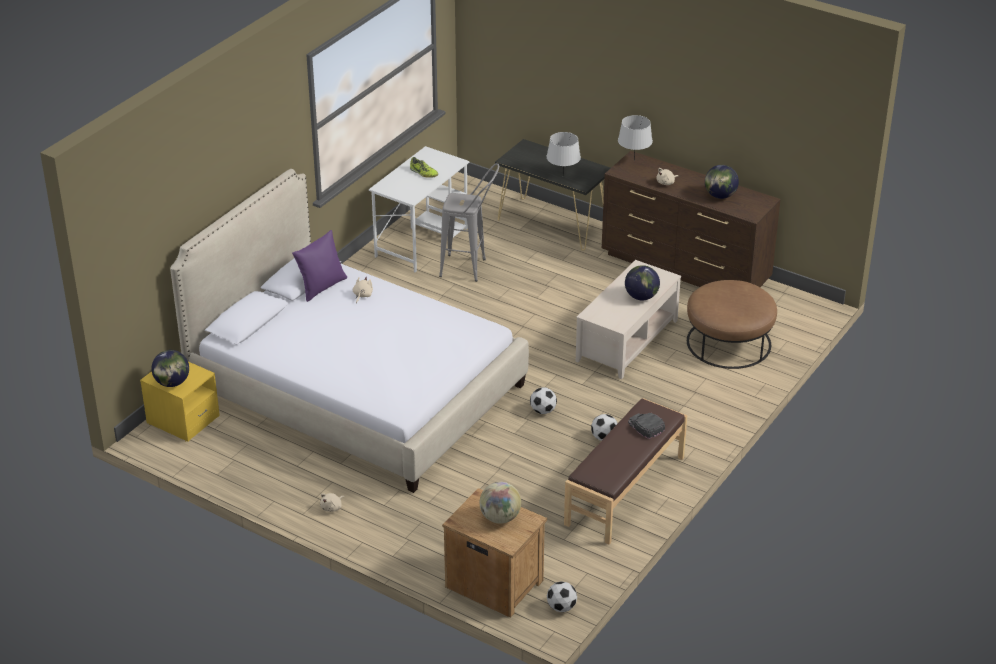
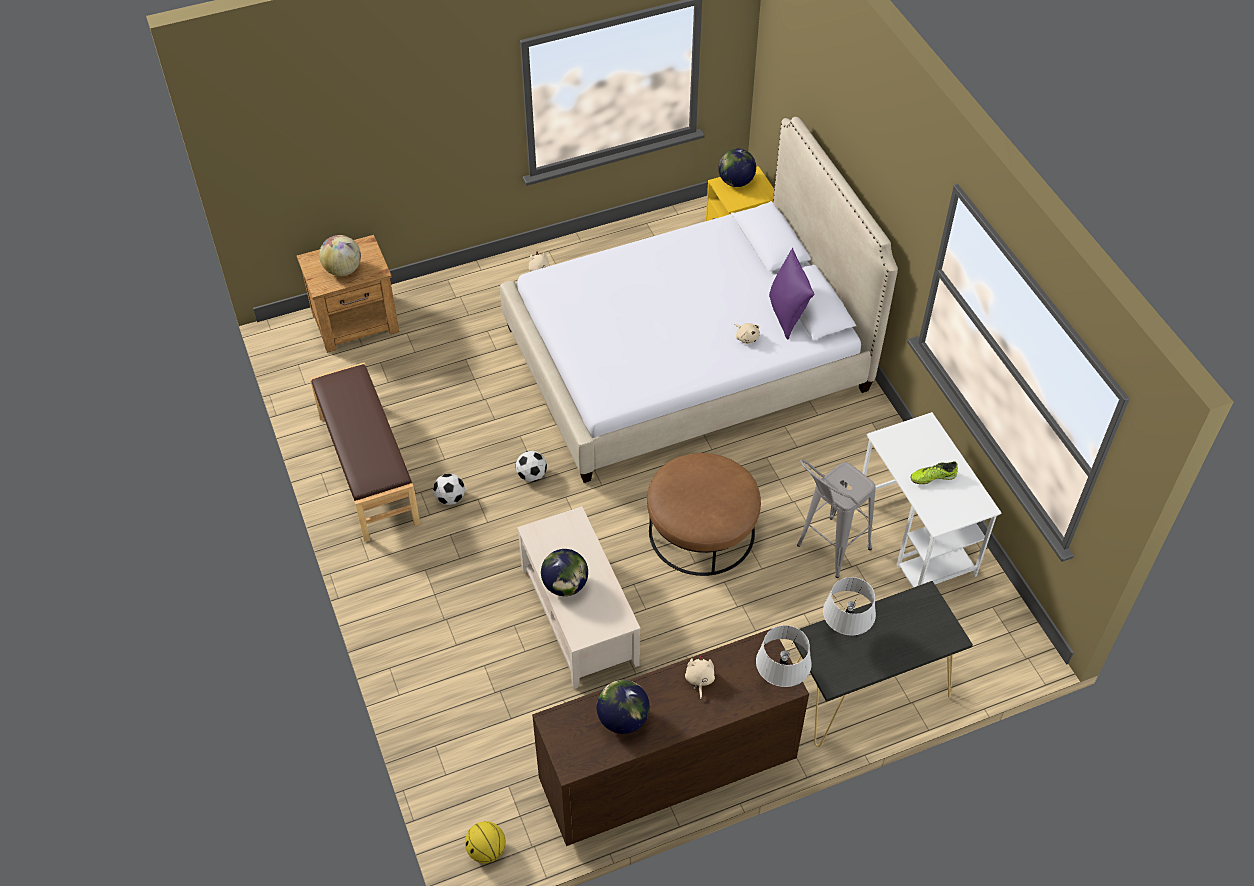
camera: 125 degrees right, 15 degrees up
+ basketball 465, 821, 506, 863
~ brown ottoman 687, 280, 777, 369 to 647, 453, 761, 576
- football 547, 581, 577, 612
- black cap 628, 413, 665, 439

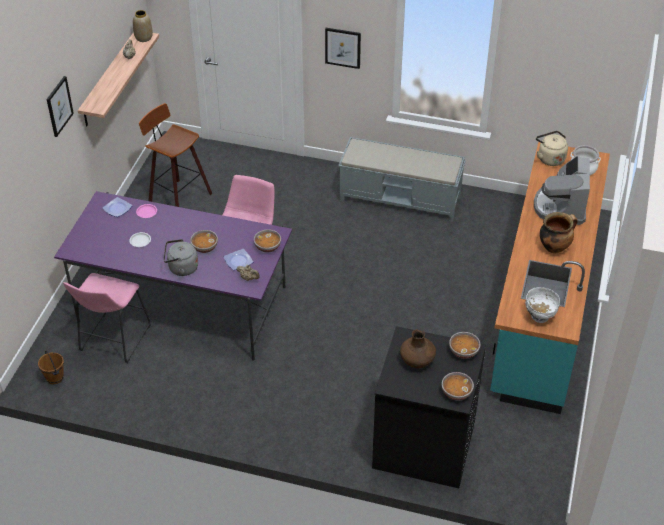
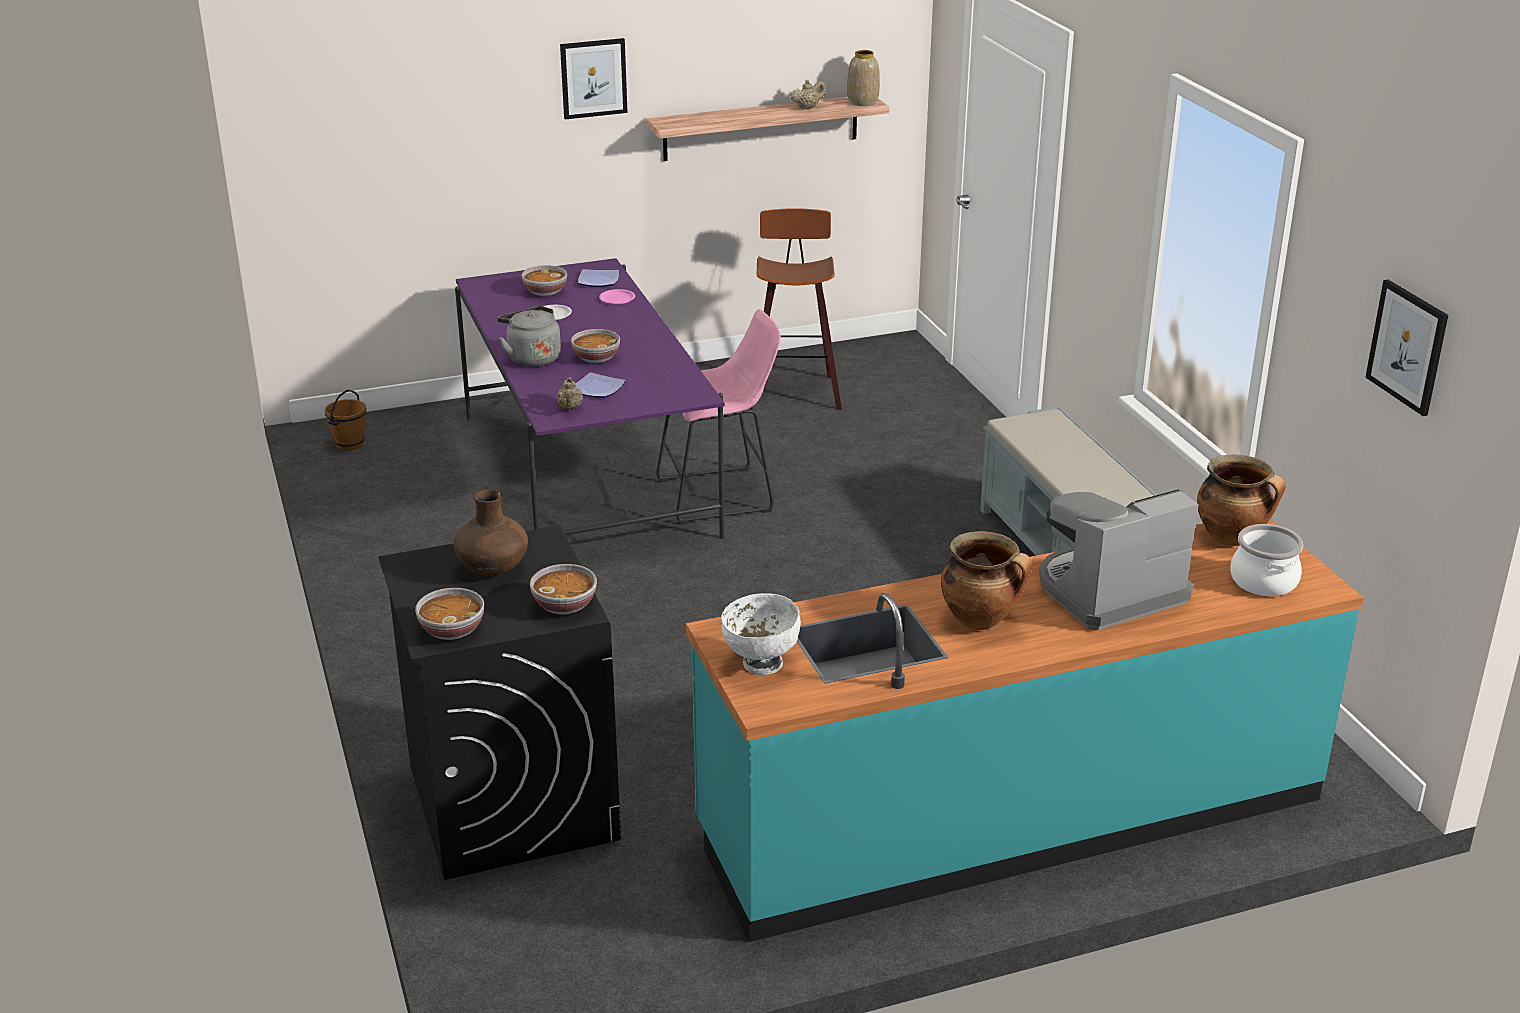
camera: 55 degrees right, 15 degrees down
~ bowl 254, 229, 281, 253 to 522, 265, 567, 296
~ beige kettle 536, 131, 568, 166 to cooking pot 1197, 455, 1285, 546
~ picture 325, 28, 361, 69 to 1365, 279, 1448, 416
- pink stool 63, 273, 151, 363

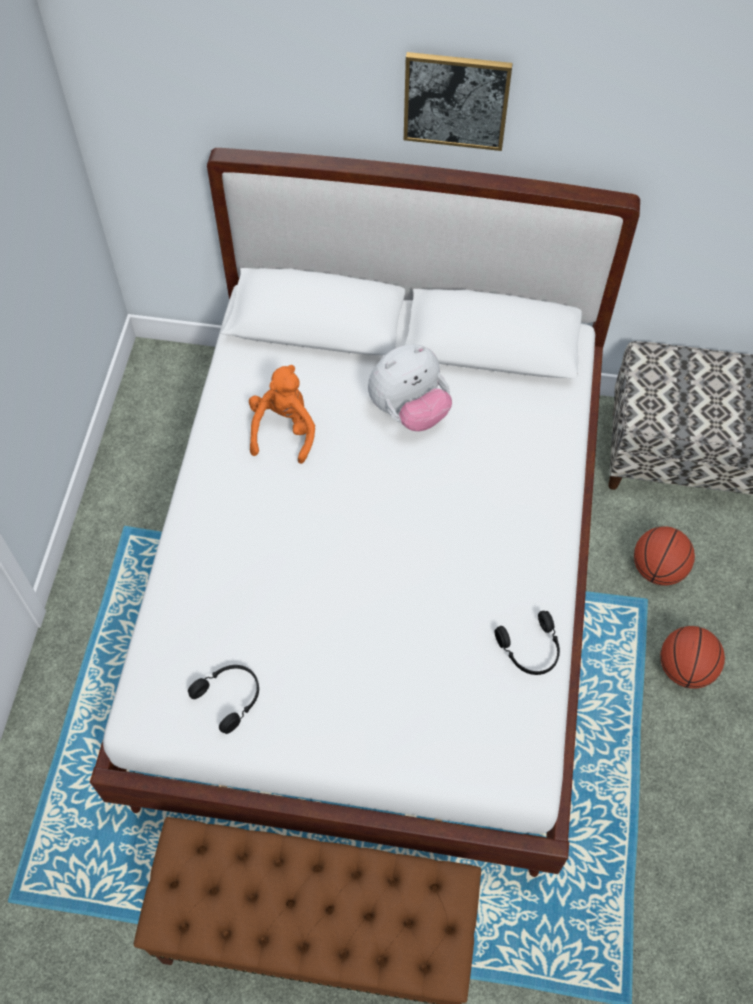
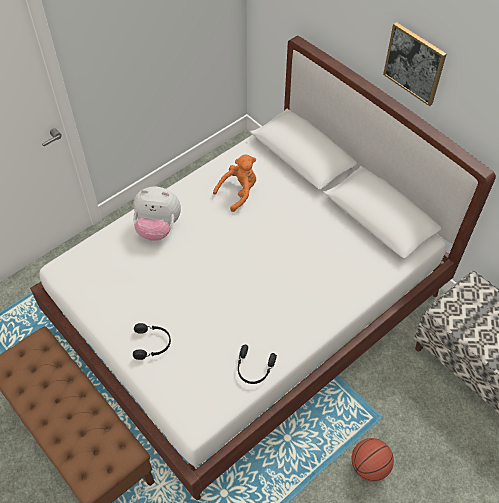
camera: 40 degrees right, 5 degrees down
~ plush toy 368, 345, 452, 431 to 133, 186, 181, 241
~ black headphones 188, 665, 259, 734 to 133, 323, 171, 360
- basketball 634, 526, 695, 585

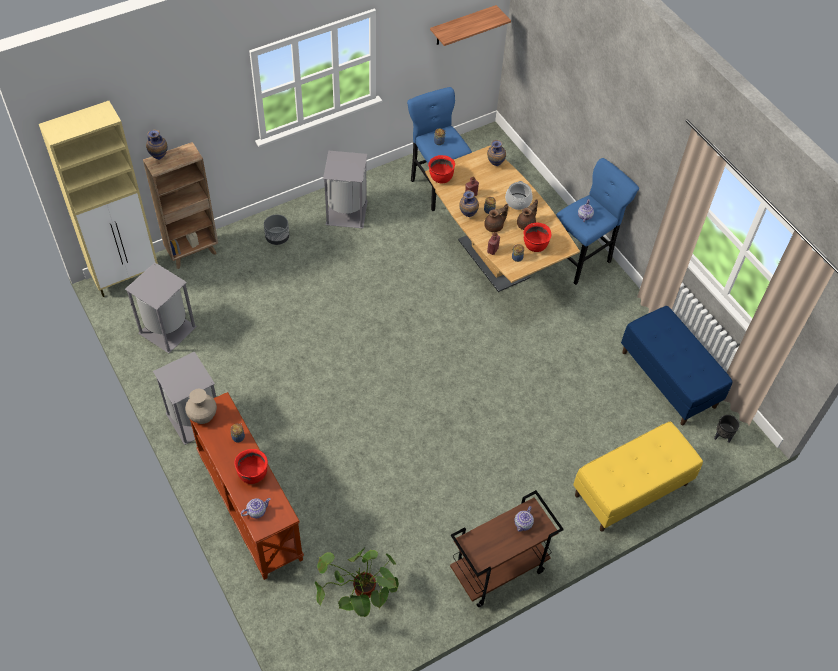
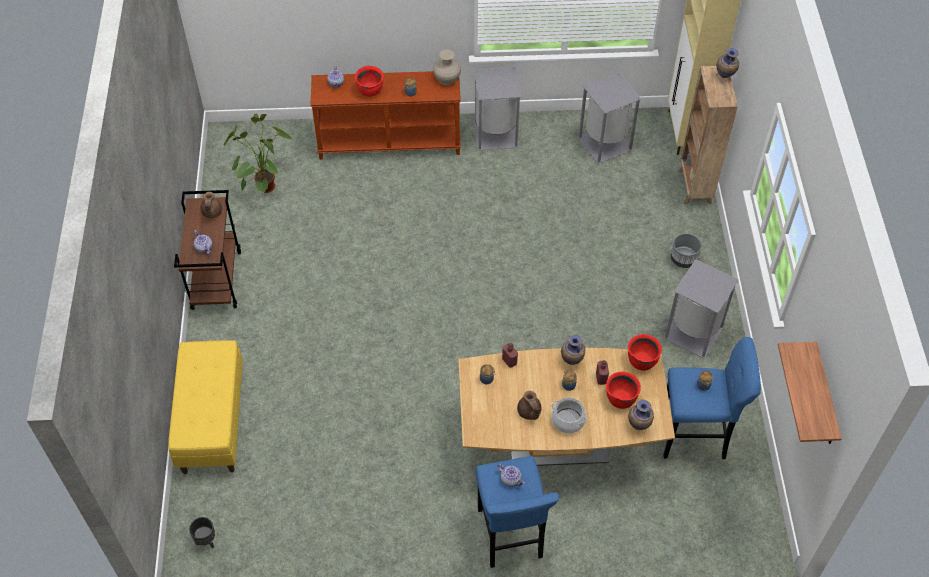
camera: 120 degrees right, 0 degrees up
~ brown teapot 484, 204, 508, 232 to 200, 192, 222, 218
~ red cooking pot 523, 222, 552, 252 to 606, 372, 641, 409
- blue bench 621, 306, 733, 425

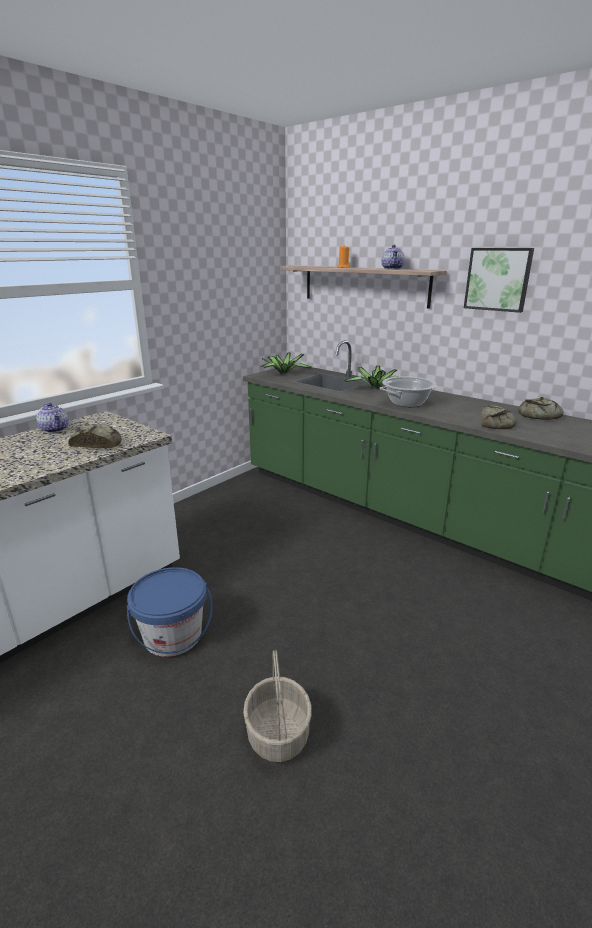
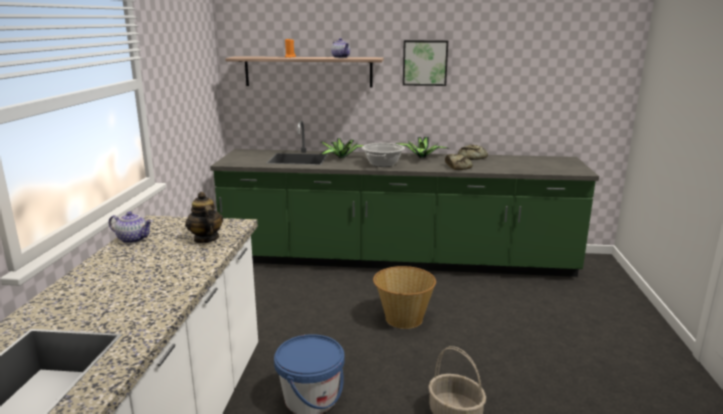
camera: 35 degrees left, 5 degrees down
~ bread 68, 425, 122, 448 to teapot 185, 192, 223, 244
+ basket 373, 266, 436, 329
~ potted plant 261, 353, 311, 374 to 396, 137, 449, 158

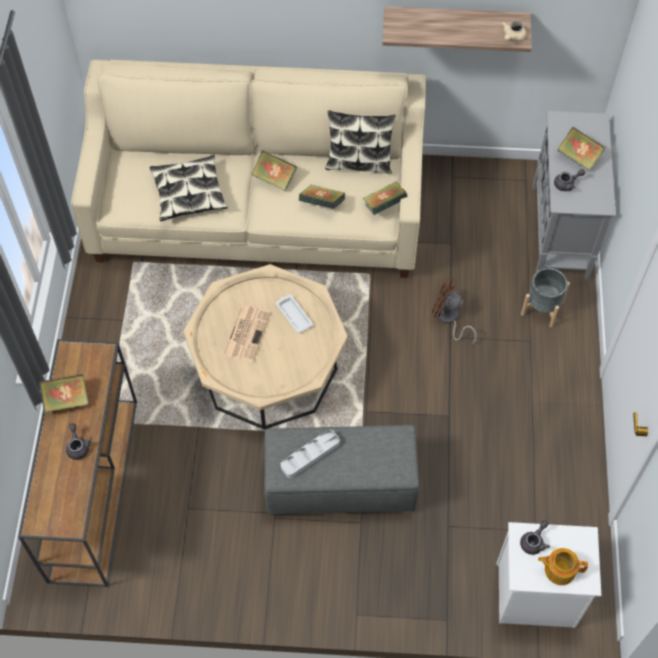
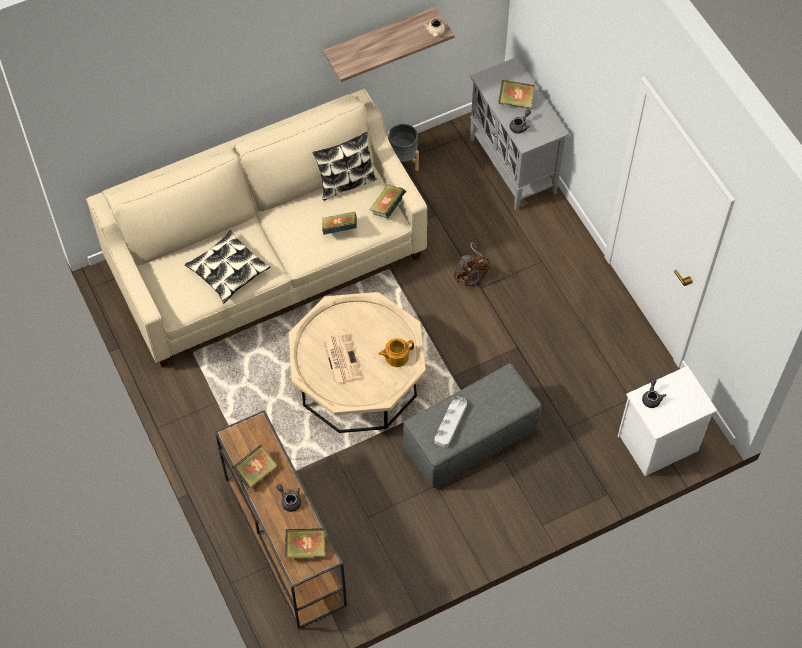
camera: 30 degrees left, 0 degrees up
~ book 251, 150, 297, 191 to 286, 528, 325, 558
~ teapot 538, 548, 588, 585 to 379, 338, 414, 367
~ grey planter 521, 268, 570, 327 to 388, 124, 419, 171
~ brown fan 432, 277, 476, 345 = 454, 242, 490, 286 105 degrees counterclockwise
- white tray 276, 294, 313, 333

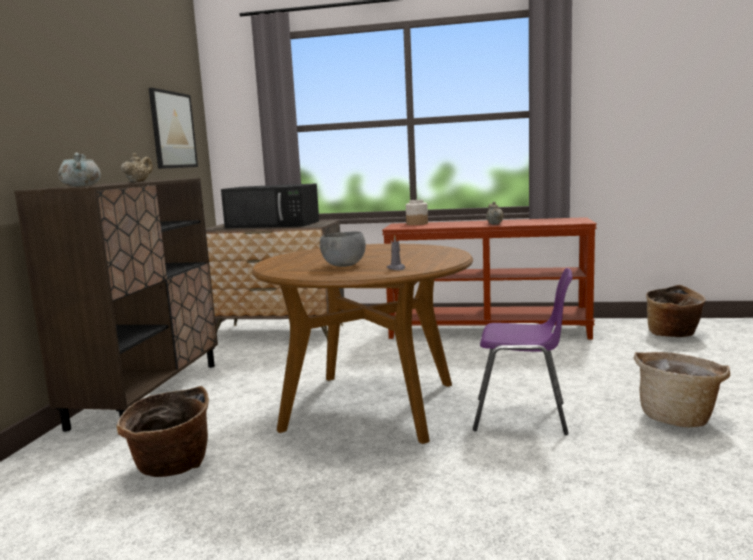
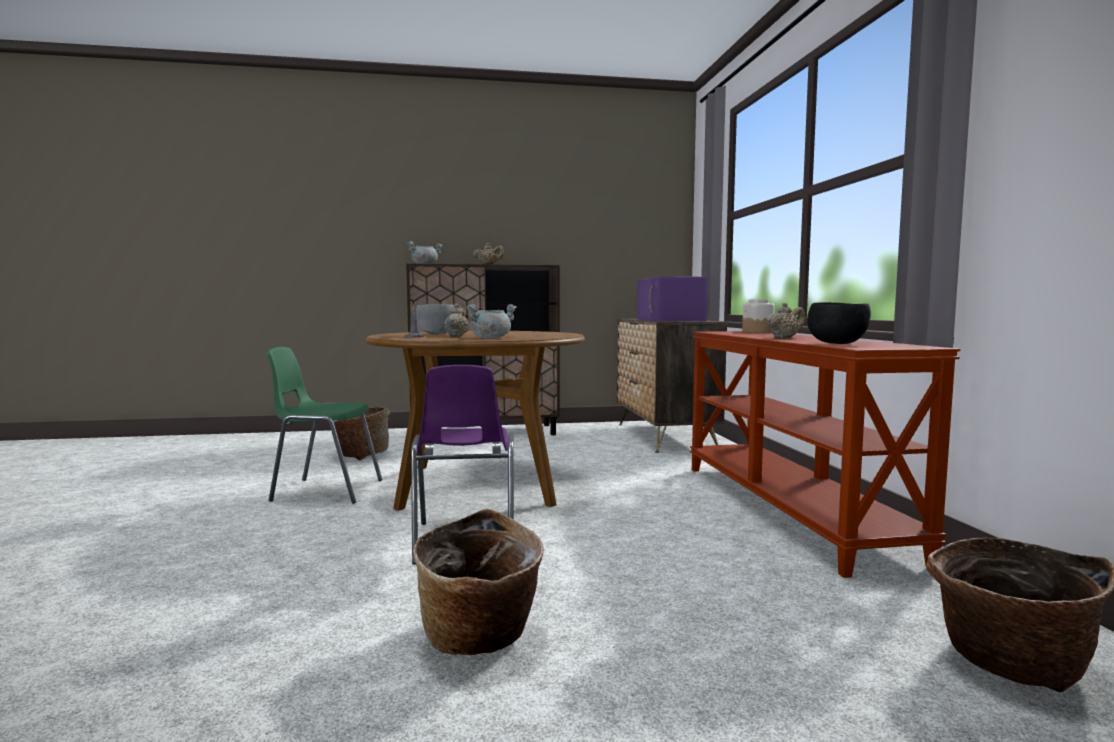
camera: 70 degrees right, 5 degrees down
+ green chair 266, 347, 382, 504
+ beige teapot 444, 304, 469, 336
+ grey cooking pot 466, 304, 517, 339
~ black microwave 221, 183, 319, 228 to purple microwave 637, 276, 708, 321
+ black bowl 807, 302, 871, 344
- picture 149, 88, 198, 169

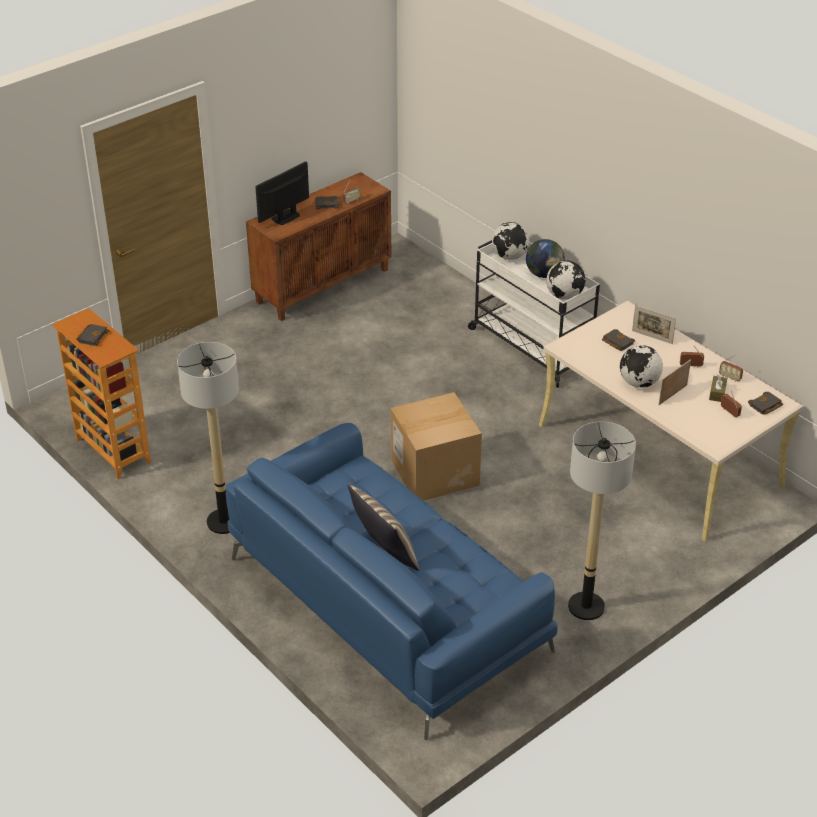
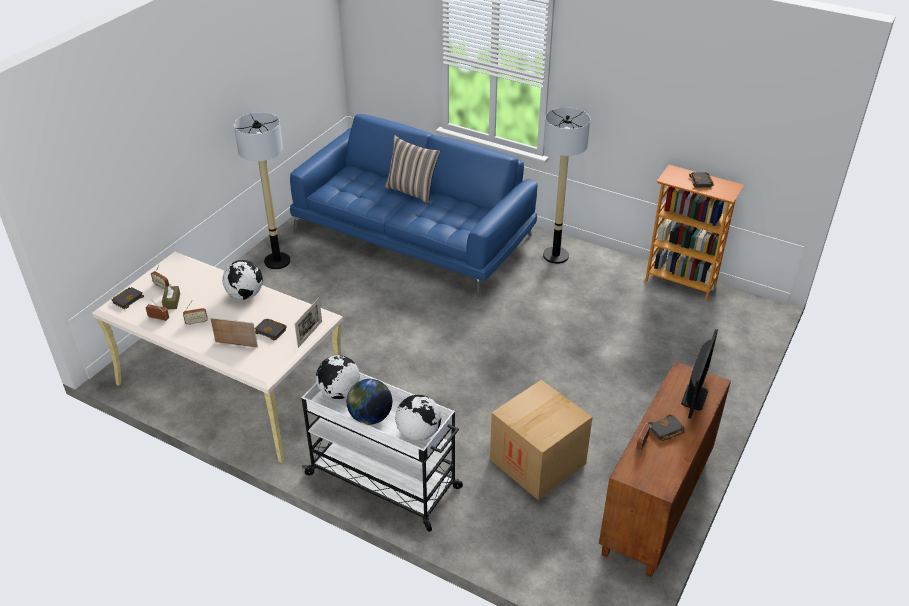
camera: 160 degrees right, 0 degrees up
~ picture frame 658, 359, 691, 405 to 294, 298, 322, 348
~ cardboard box 390, 392, 482, 501 to 490, 380, 592, 500

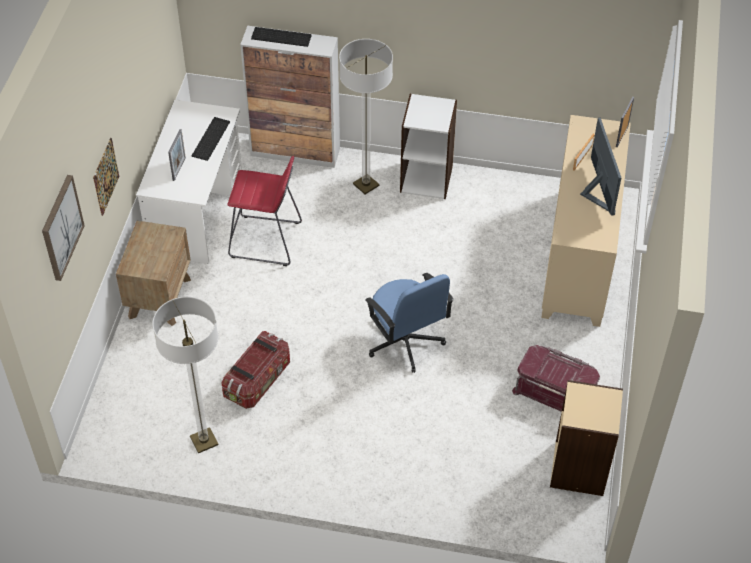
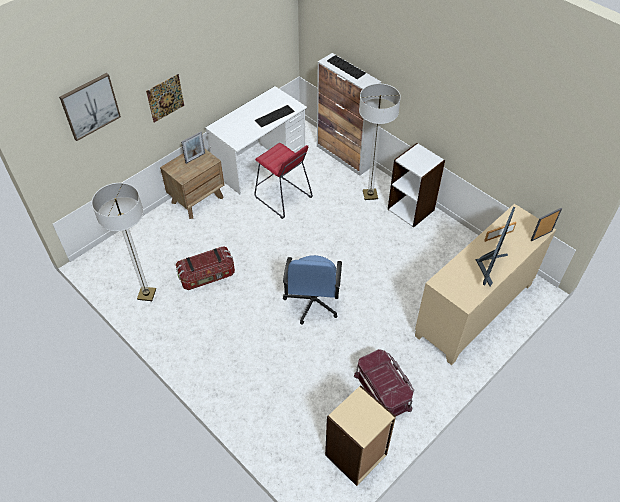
camera: 35 degrees right, 0 degrees up
~ picture frame 168, 129, 186, 181 to 181, 131, 205, 164

